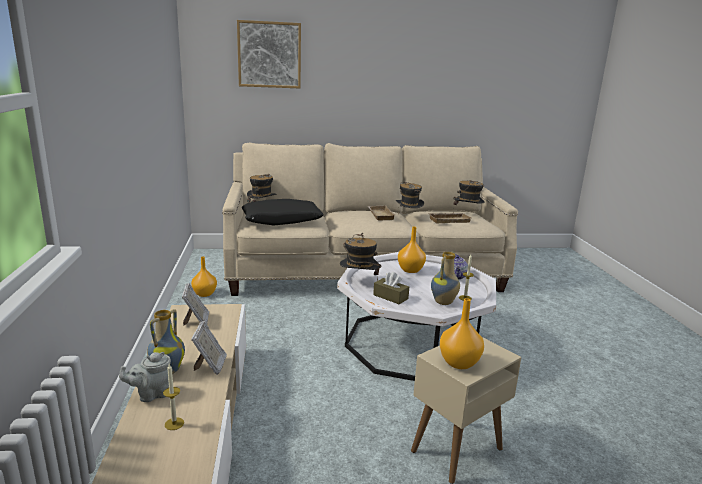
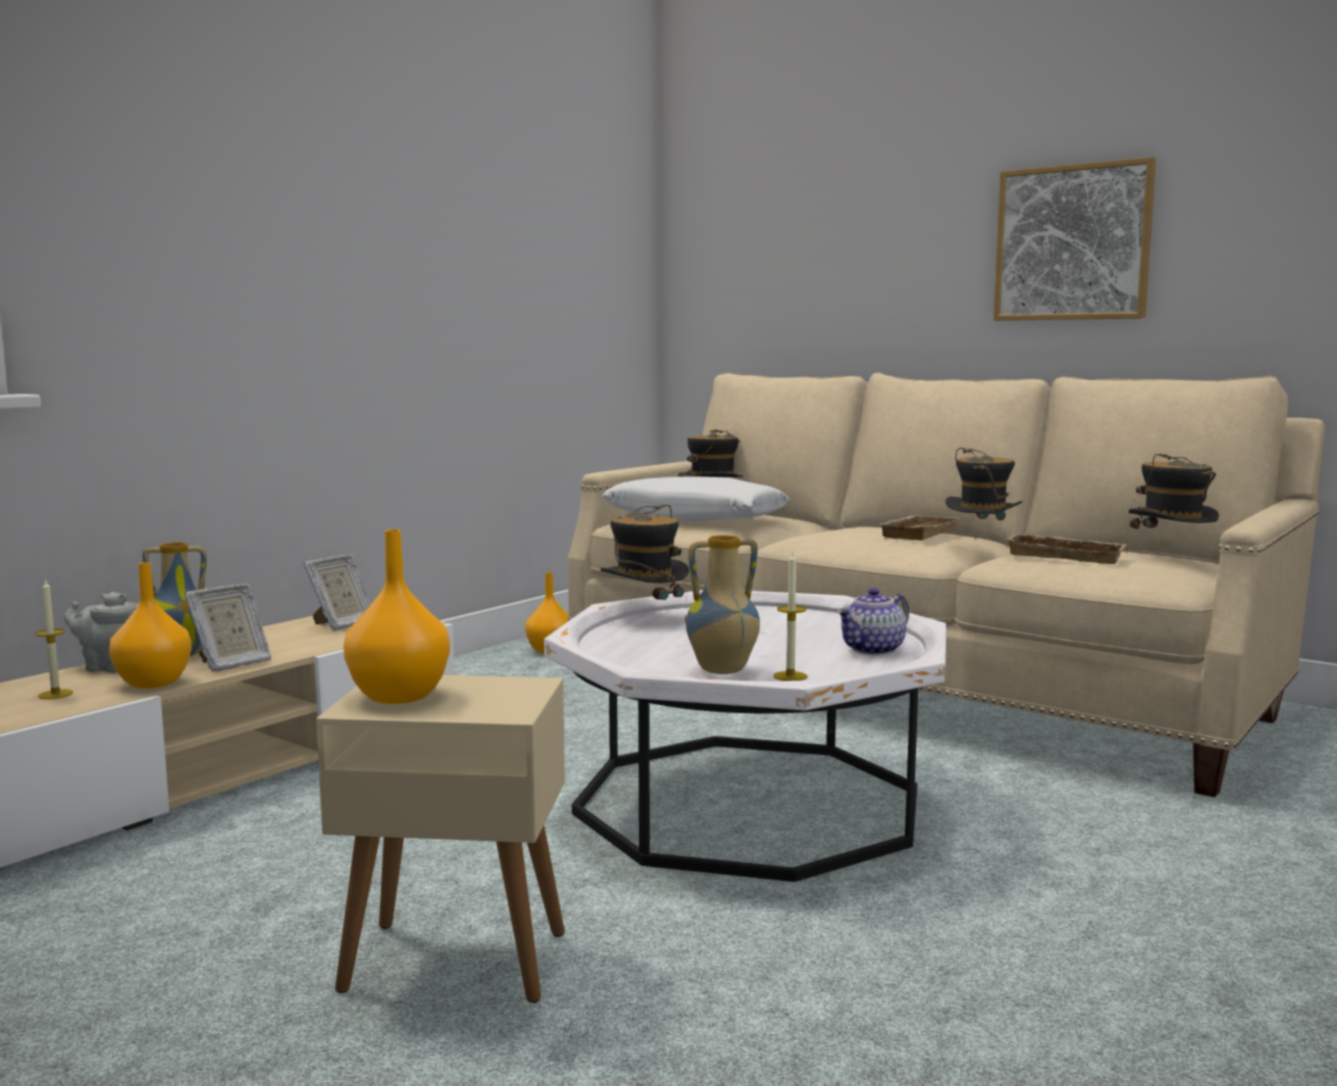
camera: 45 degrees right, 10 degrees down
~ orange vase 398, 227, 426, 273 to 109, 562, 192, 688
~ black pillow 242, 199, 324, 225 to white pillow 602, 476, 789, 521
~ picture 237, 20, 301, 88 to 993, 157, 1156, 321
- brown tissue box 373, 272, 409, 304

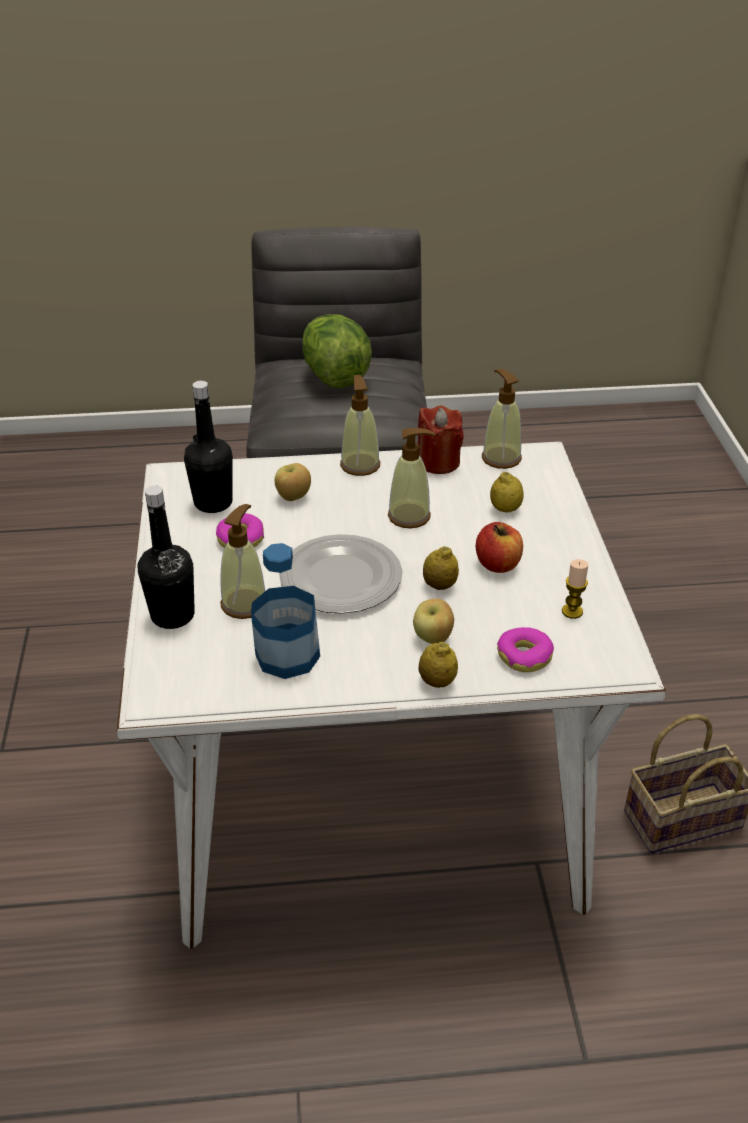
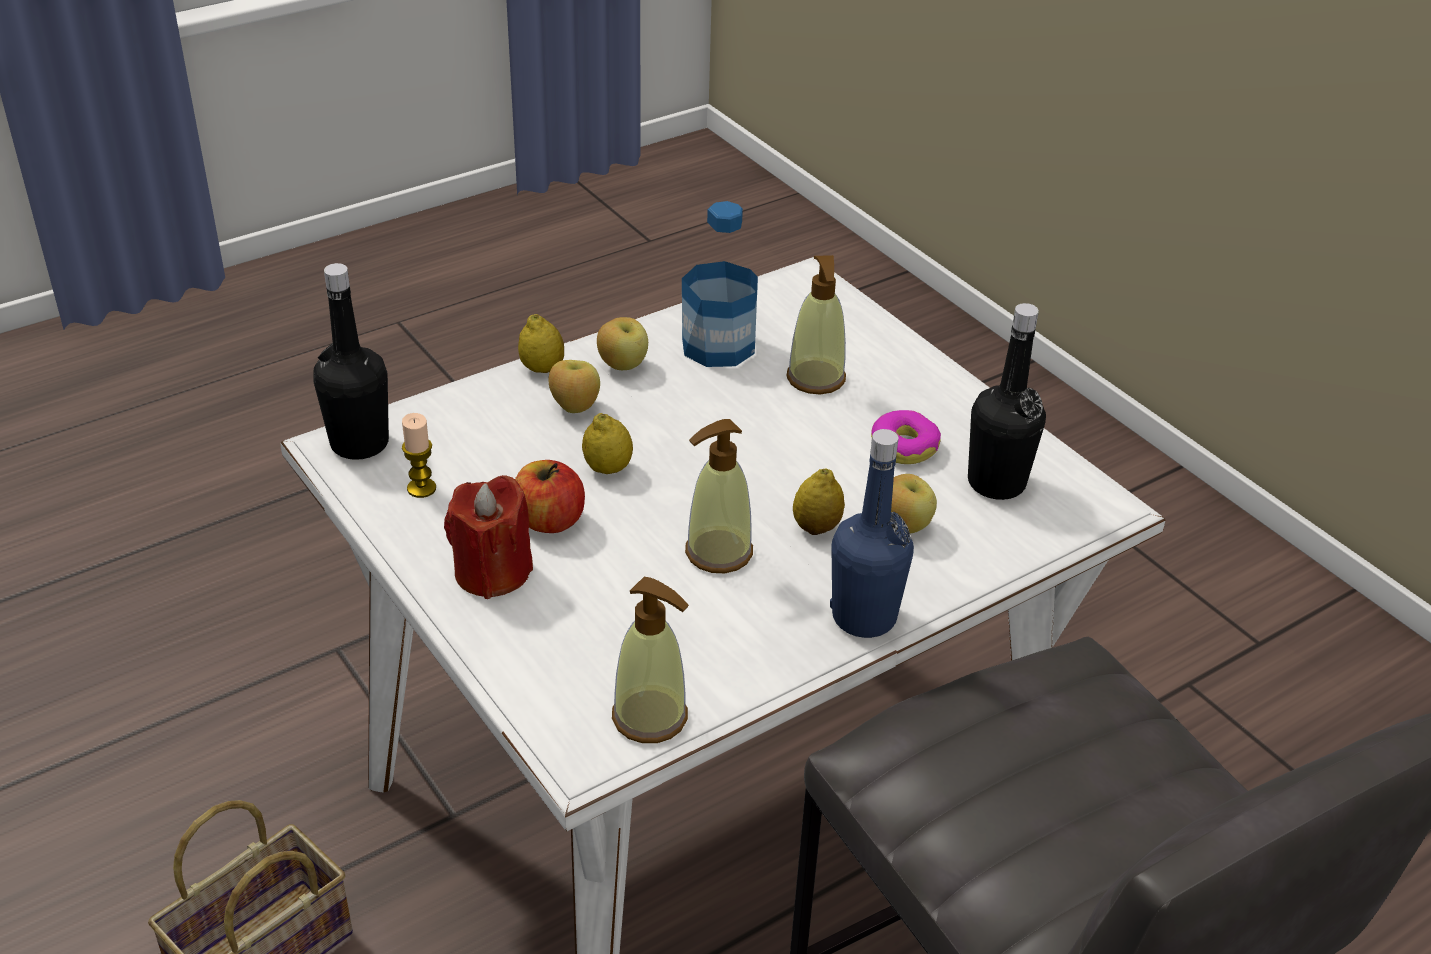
camera: 150 degrees right, 0 degrees up
~ black bottle 138, 485, 195, 629 to 313, 263, 389, 460
~ red candle 418, 405, 464, 474 to 444, 475, 533, 599
+ apple 597, 317, 648, 370
~ lemon 490, 472, 524, 513 to 793, 468, 845, 535
~ soap dispenser 340, 375, 380, 476 to blue bottle 830, 429, 914, 638
- plate 279, 534, 402, 614
- lettuce 302, 314, 372, 388
- donut 497, 627, 554, 672

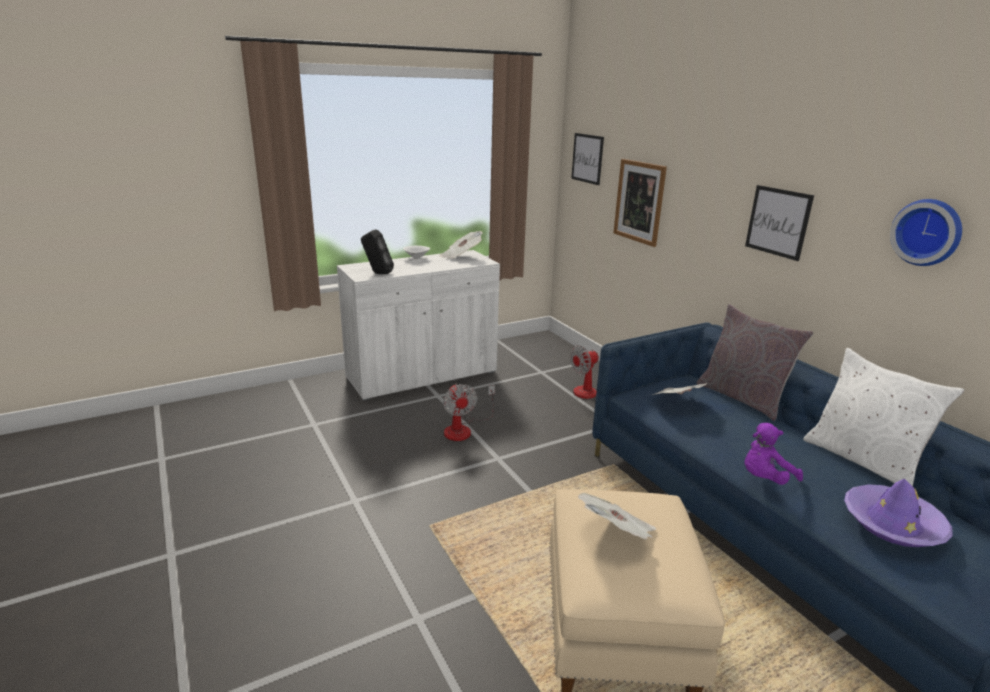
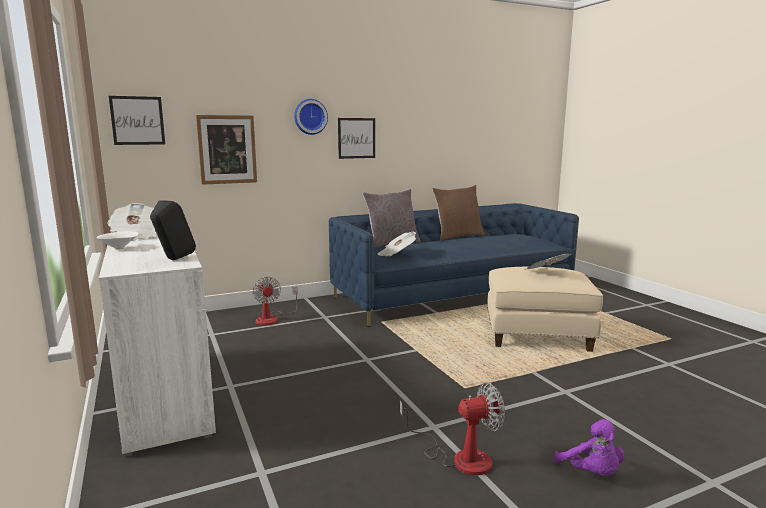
camera: 85 degrees left, 10 degrees down
~ wall clock 890, 199, 962, 266 to 294, 99, 328, 135
~ fan 443, 383, 495, 441 to 400, 382, 505, 476
~ white pillow 803, 347, 964, 486 to brown pillow 432, 185, 485, 241
~ purple plush toy 744, 423, 803, 485 to 554, 419, 625, 476
- purple hat 844, 479, 953, 547

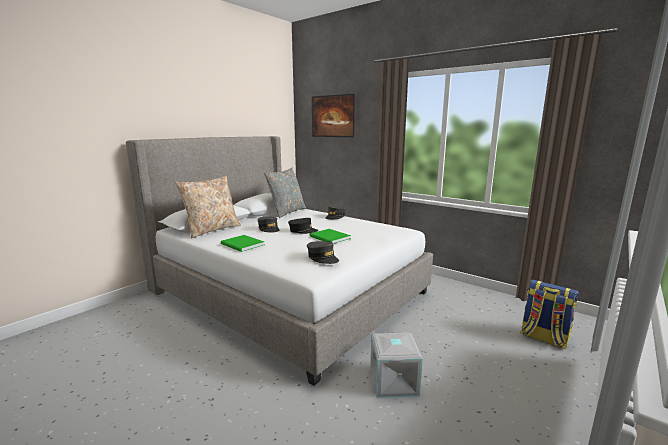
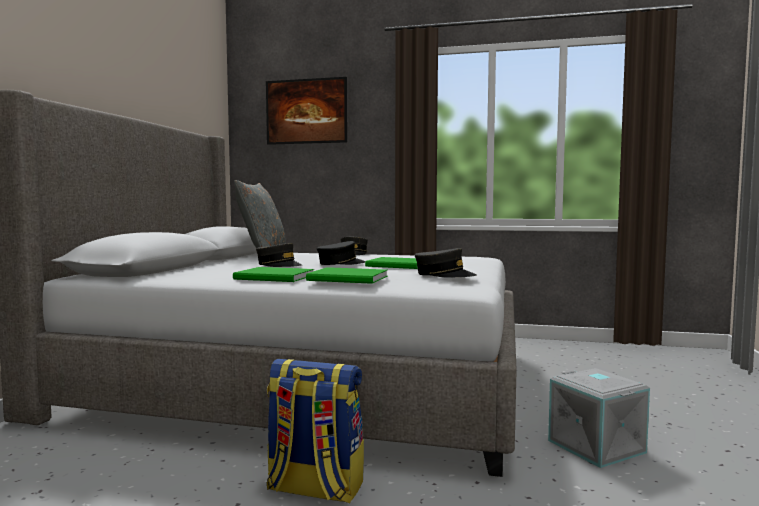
camera: 25 degrees left, 10 degrees down
~ backpack 520, 279, 579, 349 to 267, 359, 364, 503
+ green book 306, 267, 388, 284
- beige pillow 175, 176, 241, 238

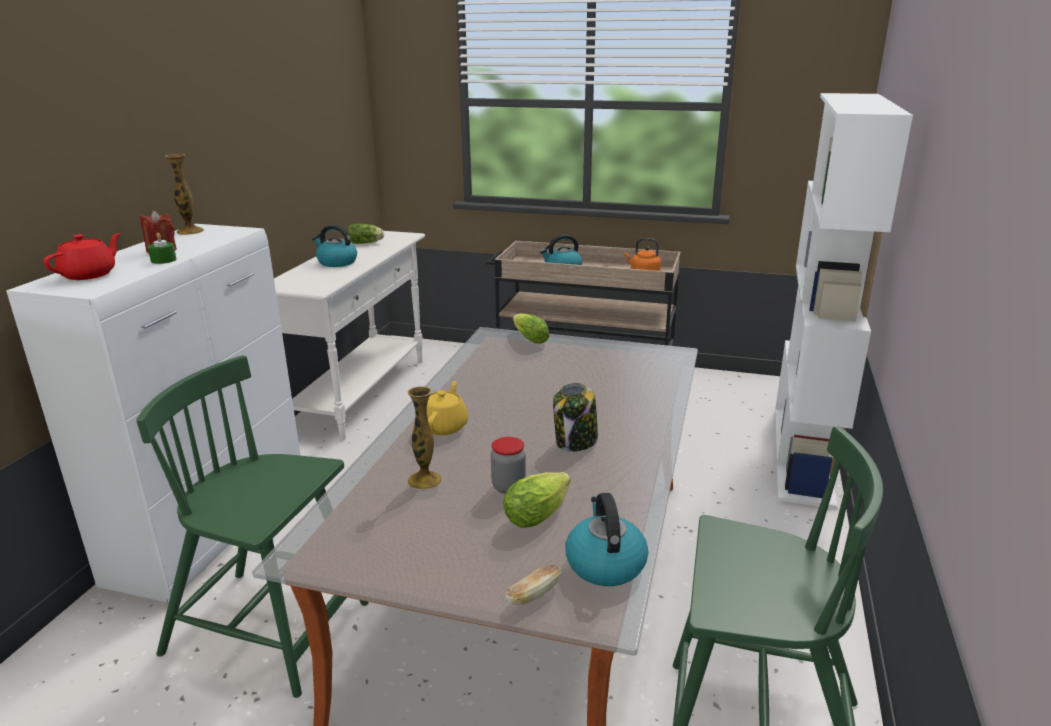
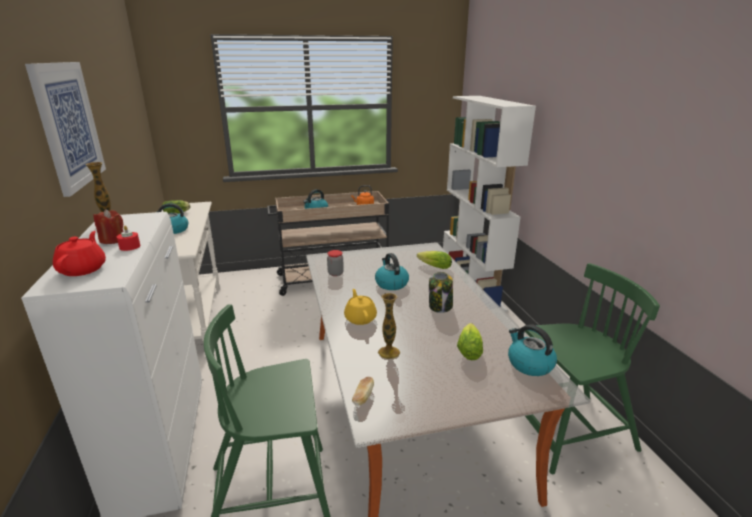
camera: 30 degrees left, 0 degrees up
+ picture 25, 62, 106, 197
~ green candle 148, 233, 176, 264 to red candle 117, 226, 140, 251
~ jar 491, 437, 526, 494 to 327, 250, 344, 276
~ bread 505, 565, 561, 605 to 352, 377, 374, 406
+ kettle 375, 253, 409, 290
~ lettuce 513, 313, 550, 344 to 417, 251, 452, 269

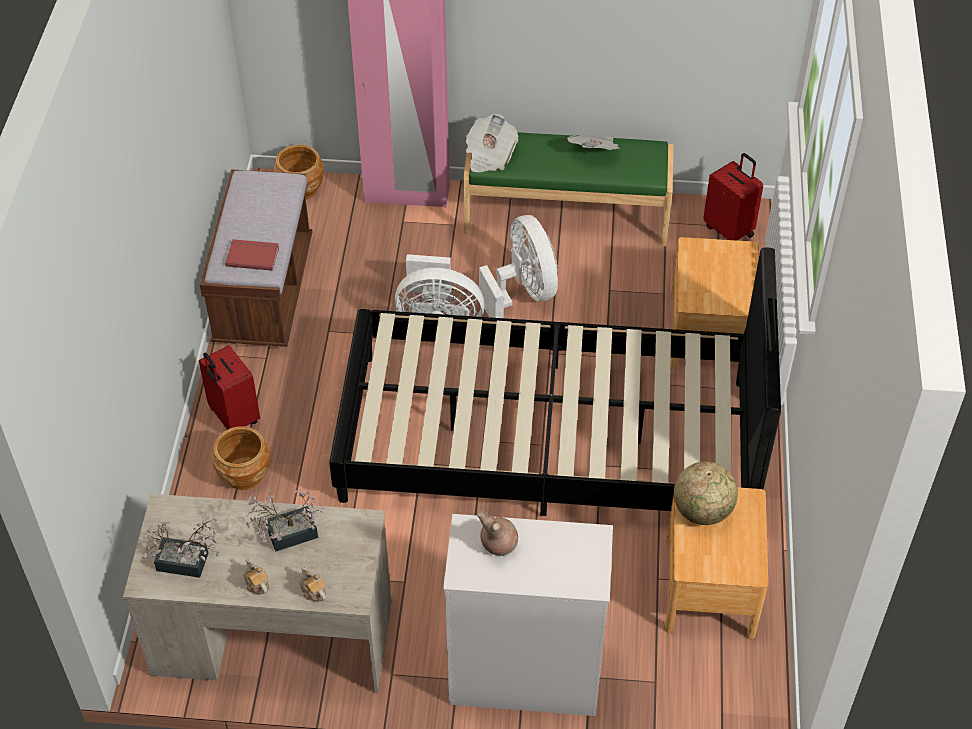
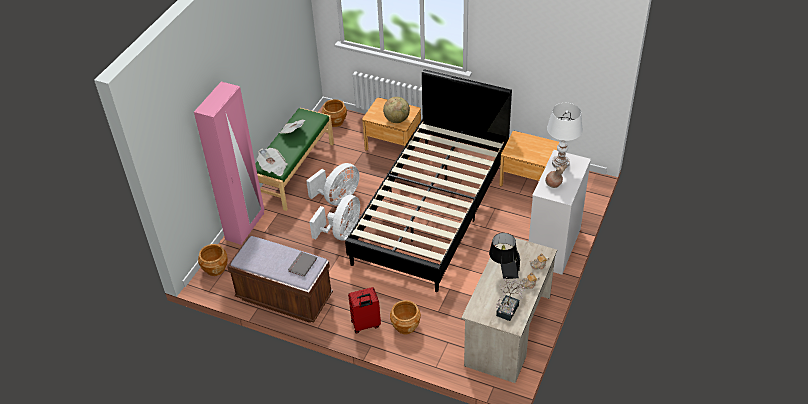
camera: 70 degrees left, 5 degrees down
~ red book 225, 239, 279, 271 to grey book 288, 252, 317, 277
~ white fan 479, 215, 558, 318 = 306, 163, 359, 206 135 degrees clockwise
~ red suitcase 703, 153, 763, 241 to brown planter 322, 99, 347, 127
~ globe 674, 461, 738, 525 to 383, 97, 410, 123
~ potted plant 245, 489, 325, 552 to black table lamp 489, 233, 520, 279
+ white table lamp 547, 103, 583, 168

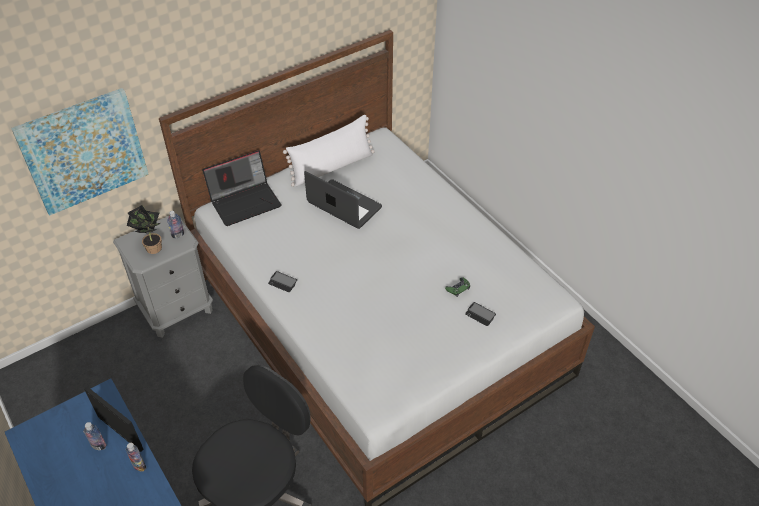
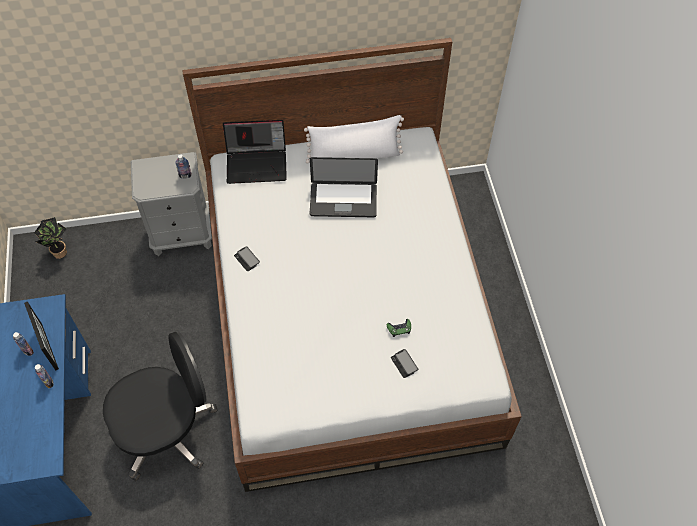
camera: 25 degrees right, 10 degrees up
~ potted plant 127, 205, 162, 254 to 34, 217, 67, 259
~ laptop 304, 171, 382, 229 = 310, 157, 378, 217 120 degrees clockwise
- picture 11, 88, 149, 216

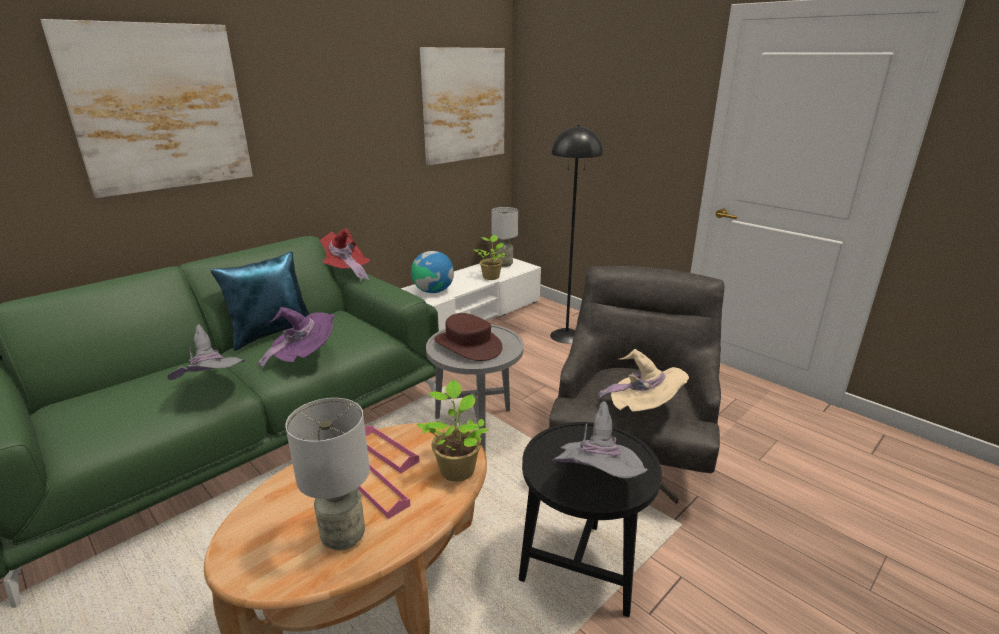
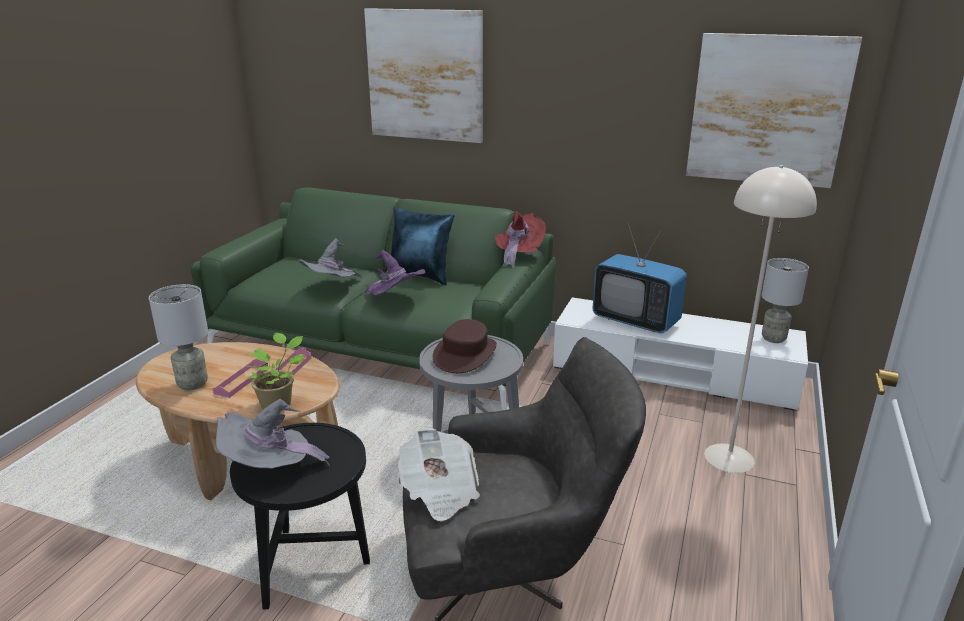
camera: 65 degrees right, 0 degrees up
~ beige hat 595, 349, 689, 412 to newspaper 398, 427, 480, 522
~ globe 411, 251, 454, 293 to television 592, 223, 687, 333
~ black floor lamp 550, 125, 603, 344 to beige floor lamp 704, 165, 817, 473
- potted plant 474, 235, 505, 280

